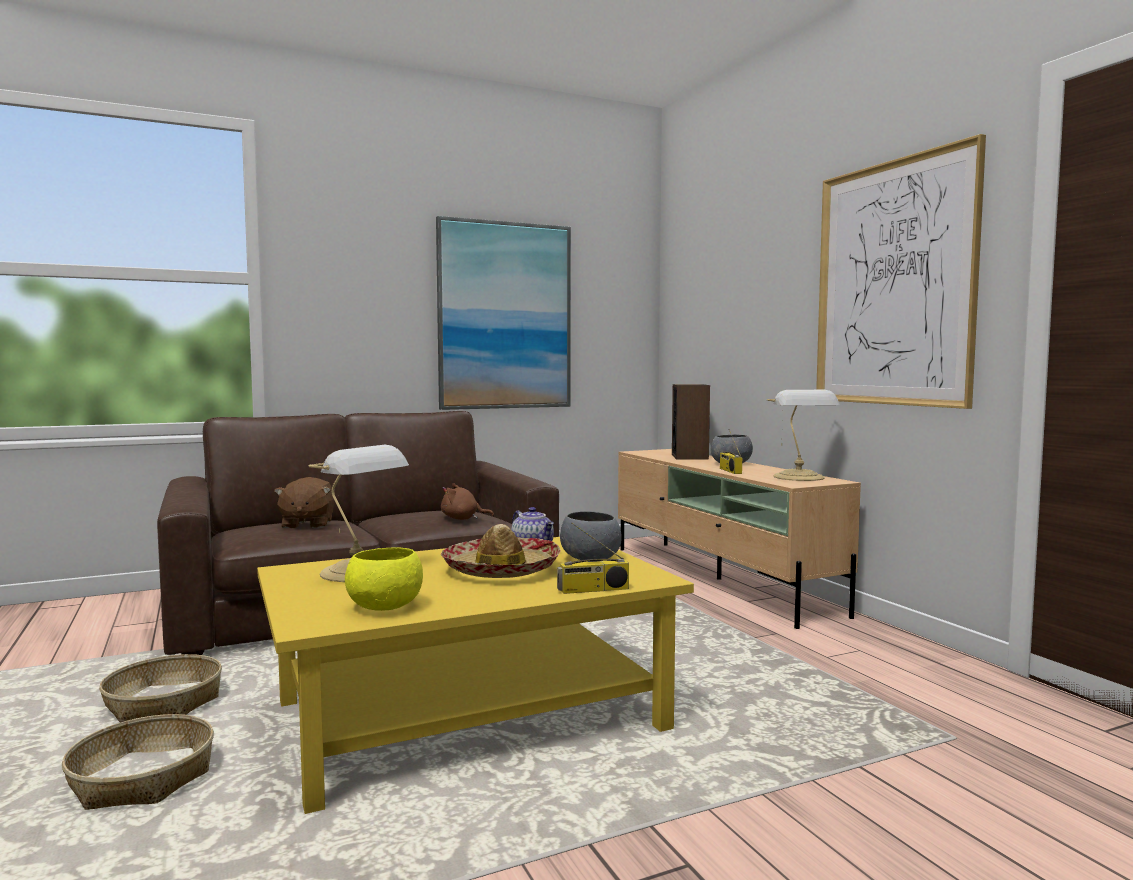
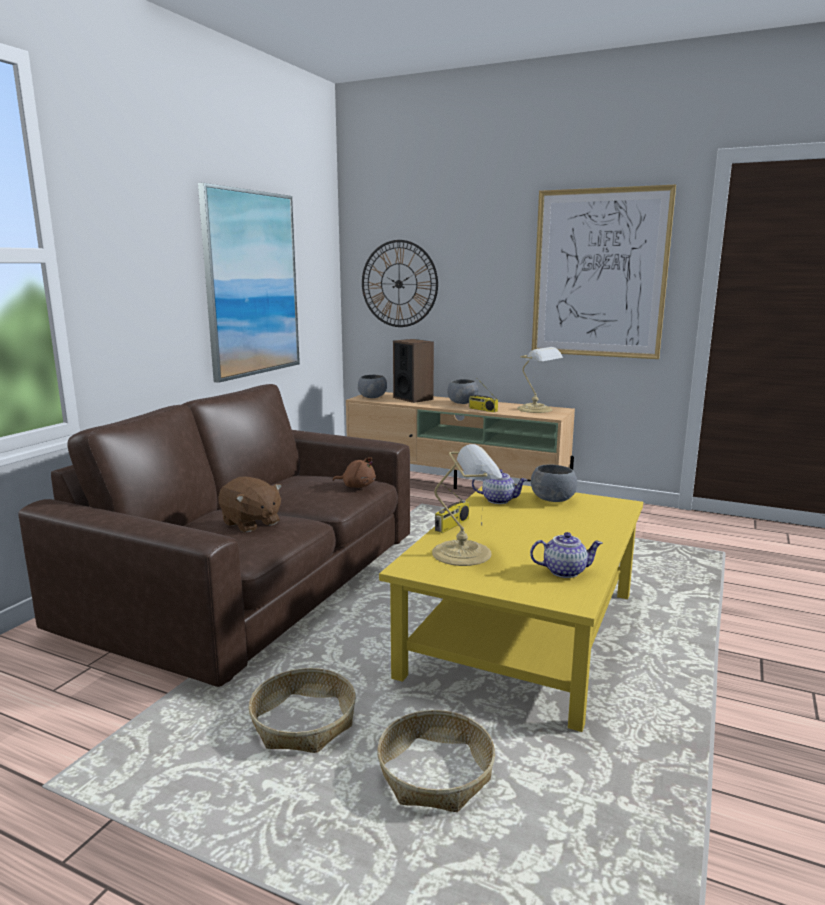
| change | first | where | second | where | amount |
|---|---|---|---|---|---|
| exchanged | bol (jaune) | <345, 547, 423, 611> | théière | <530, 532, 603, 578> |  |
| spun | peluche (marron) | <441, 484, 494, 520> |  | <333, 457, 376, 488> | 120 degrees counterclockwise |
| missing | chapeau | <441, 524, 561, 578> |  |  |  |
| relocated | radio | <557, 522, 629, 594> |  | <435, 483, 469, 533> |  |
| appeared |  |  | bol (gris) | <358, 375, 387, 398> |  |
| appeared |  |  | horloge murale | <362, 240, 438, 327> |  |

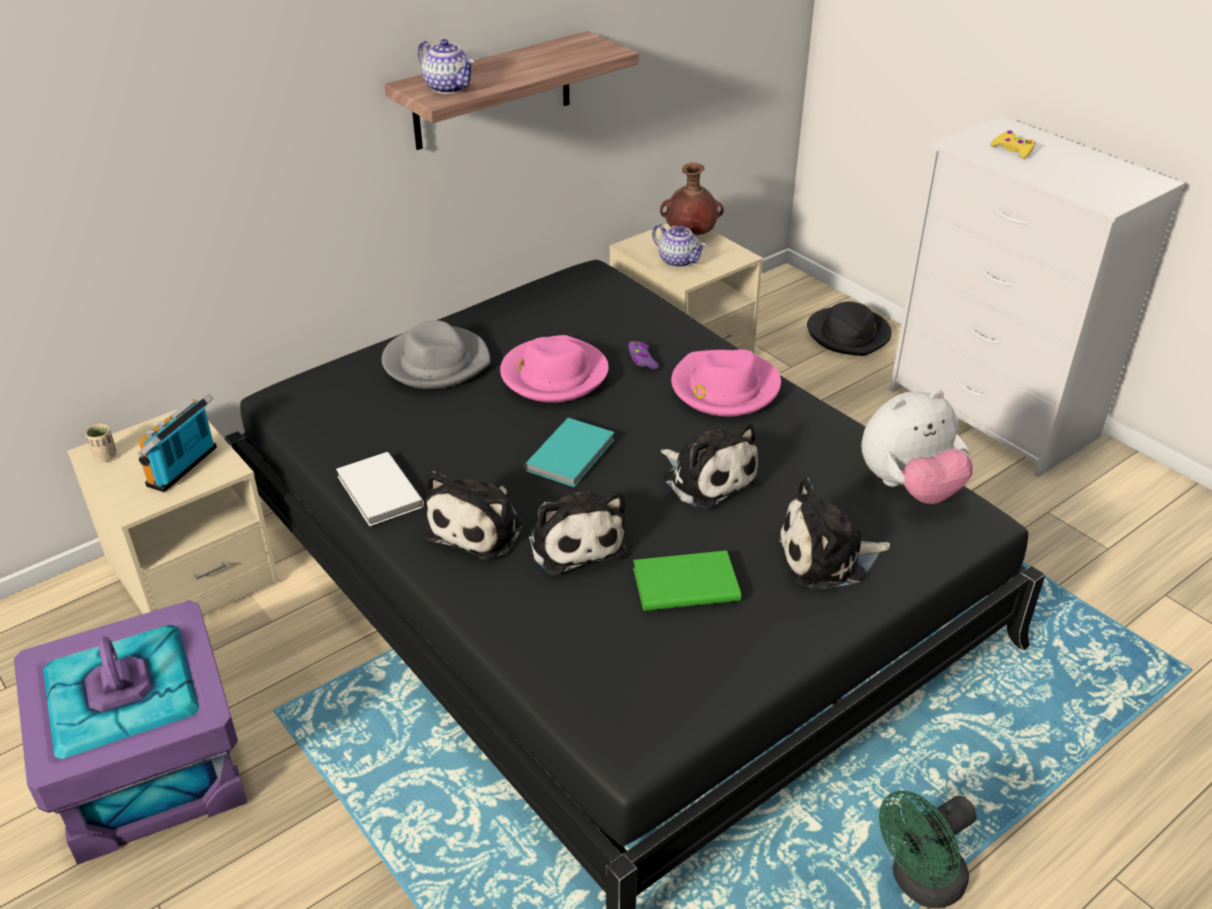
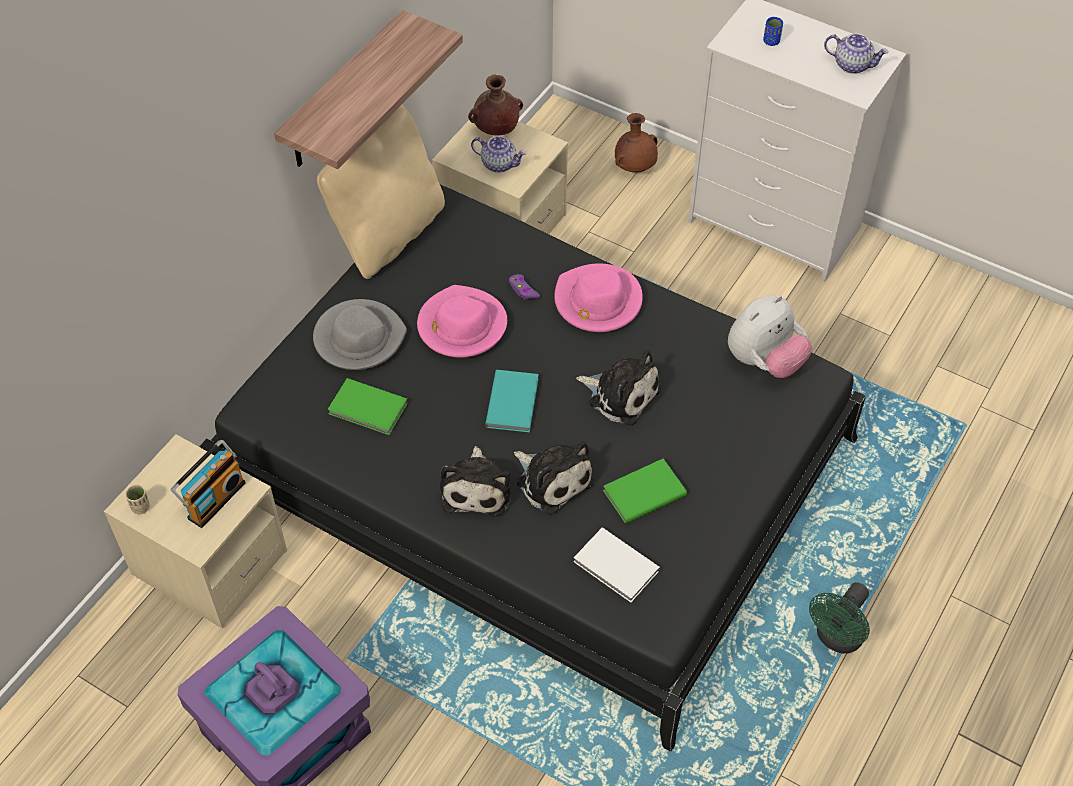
| change | first | where | second | where | amount |
|---|---|---|---|---|---|
| spun | radio | <138, 394, 217, 492> |  | <171, 440, 246, 528> | 150 degrees counterclockwise |
| relocated | livre (blanc) | <336, 452, 424, 526> |  | <574, 527, 660, 603> |  |
| relocated | théière | <418, 39, 474, 94> |  | <824, 33, 889, 74> |  |
| missing | peluche | <776, 478, 890, 590> |  |  |  |
| exchanged | chapeau (noir) | <807, 301, 892, 356> | vase (marron) | <615, 113, 658, 173> |  |
| exchanged | manette (jaune) | <991, 130, 1036, 159> | tasse (bleu) | <763, 17, 783, 46> |  |
| appeared |  |  | coussin (beige) | <317, 104, 445, 279> |  |
| appeared |  |  | livre (vert) | <327, 378, 408, 435> |  |

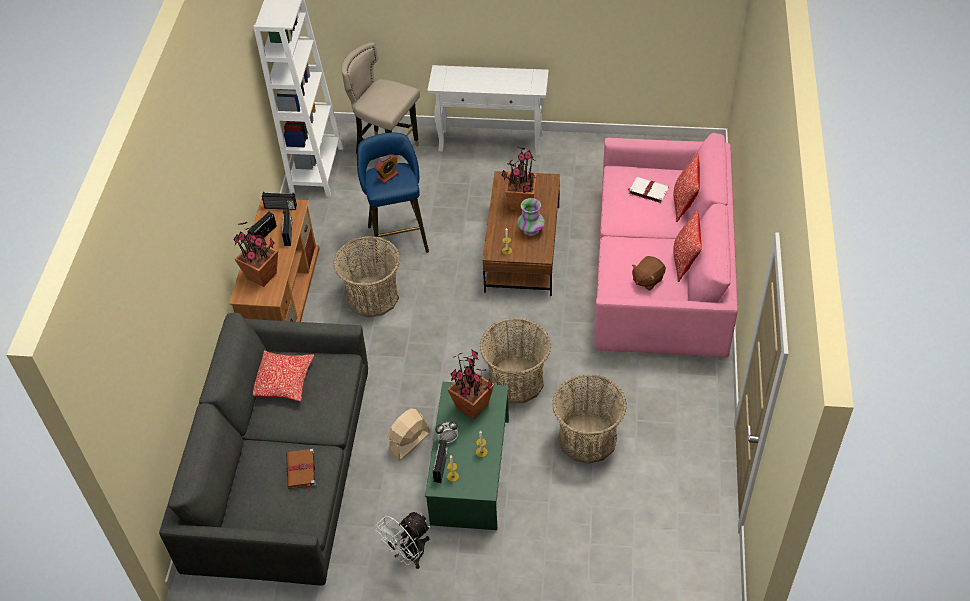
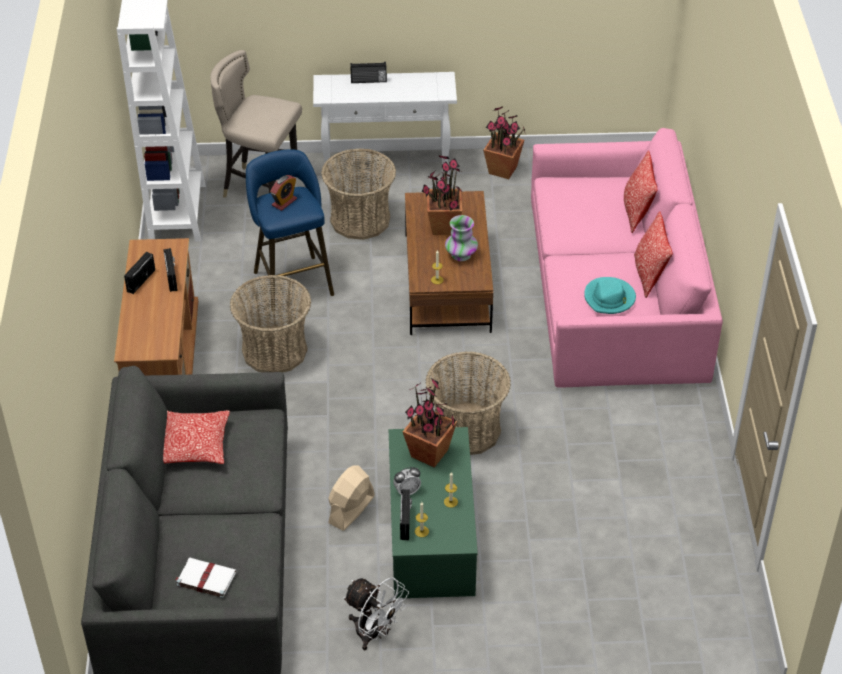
| change | first | where | second | where | amount |
|---|---|---|---|---|---|
| relocated | plante en pot | <233, 222, 278, 287> |  | <483, 106, 526, 179> |  |
| relocated | radio | <262, 192, 297, 210> |  | <350, 62, 387, 83> |  |
| missing | livre (marron) | <287, 448, 316, 489> |  |  |  |
| spun | ventilateur (blanc) | <376, 512, 430, 569> |  | <343, 578, 409, 650> | 90 degrees counterclockwise |
| relocated | panier | <552, 374, 627, 464> |  | <321, 148, 396, 240> |  |
| relocated | livre (blanc) | <628, 177, 669, 203> |  | <175, 557, 236, 598> |  |
| exchanged | peluche (marron) | <632, 256, 666, 291> | chapeau (turquoise) | <584, 277, 636, 314> |  |

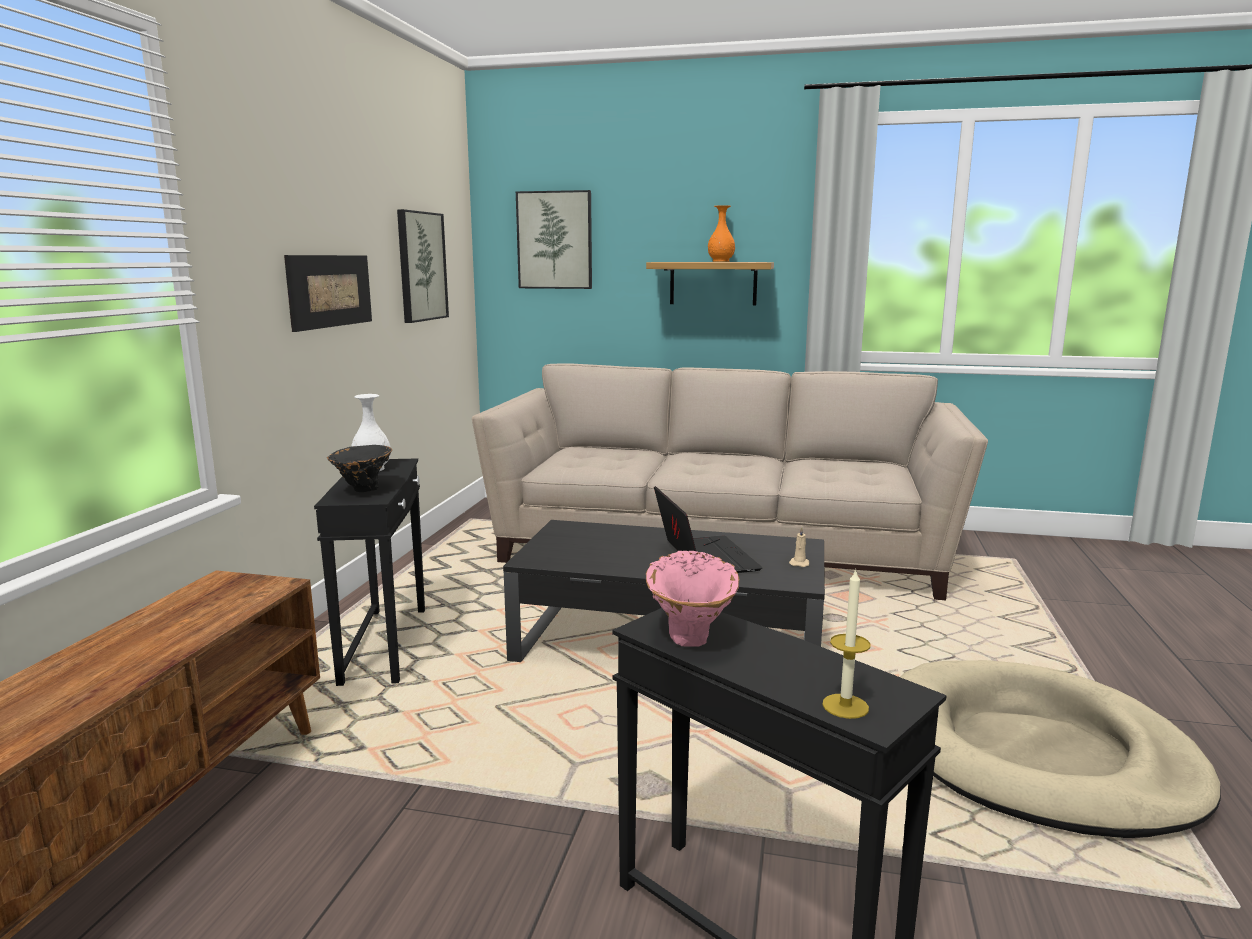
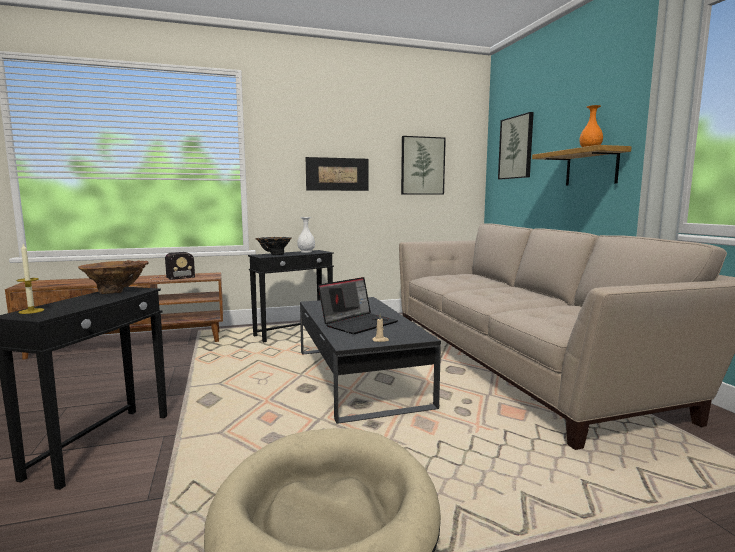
| change | first | where | second | where | amount |
|---|---|---|---|---|---|
| colour | vase (rose) | <646, 551, 740, 647> | vase (marron) | <78, 260, 149, 294> |  |
| appeared |  |  | radio | <150, 252, 195, 281> |  |

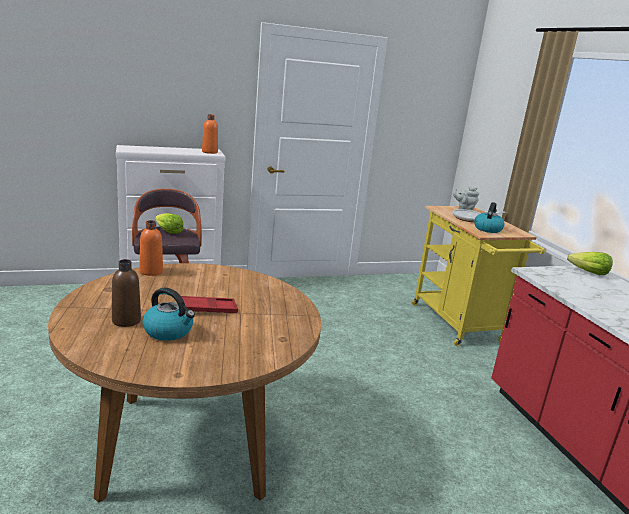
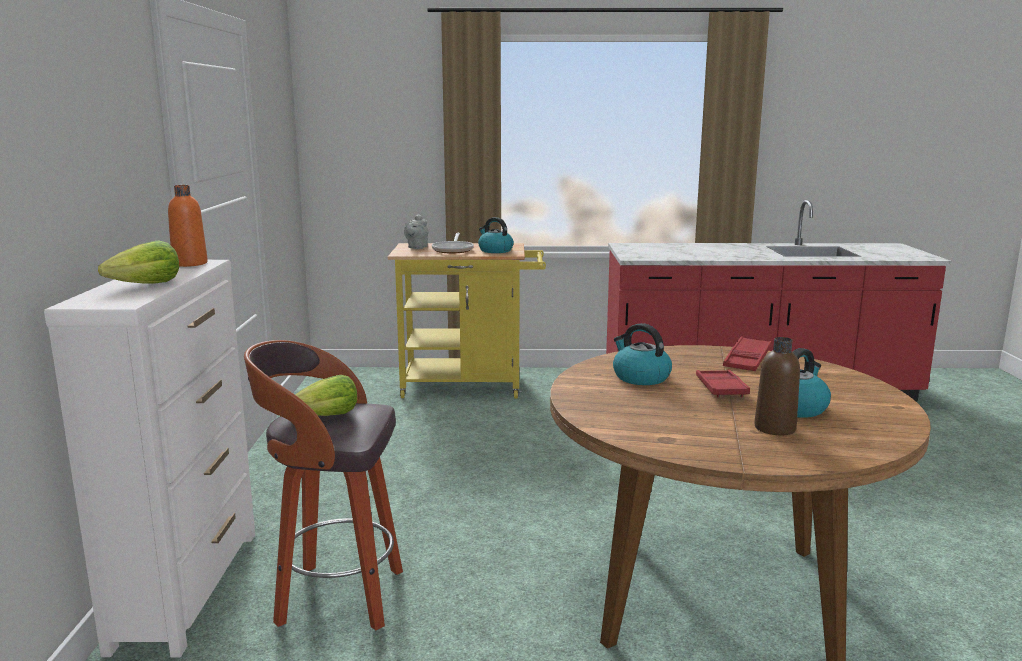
| change | first | where | second | where | amount |
|---|---|---|---|---|---|
| missing | bouteille (orange) | <139, 220, 163, 276> |  |  |  |
| relocated | laitue | <567, 252, 613, 275> |  | <98, 240, 179, 283> |  |
| appeared |  |  | bouilloire | <613, 323, 672, 385> |  |
| appeared |  |  | plateau (rouge) | <723, 337, 772, 371> |  |

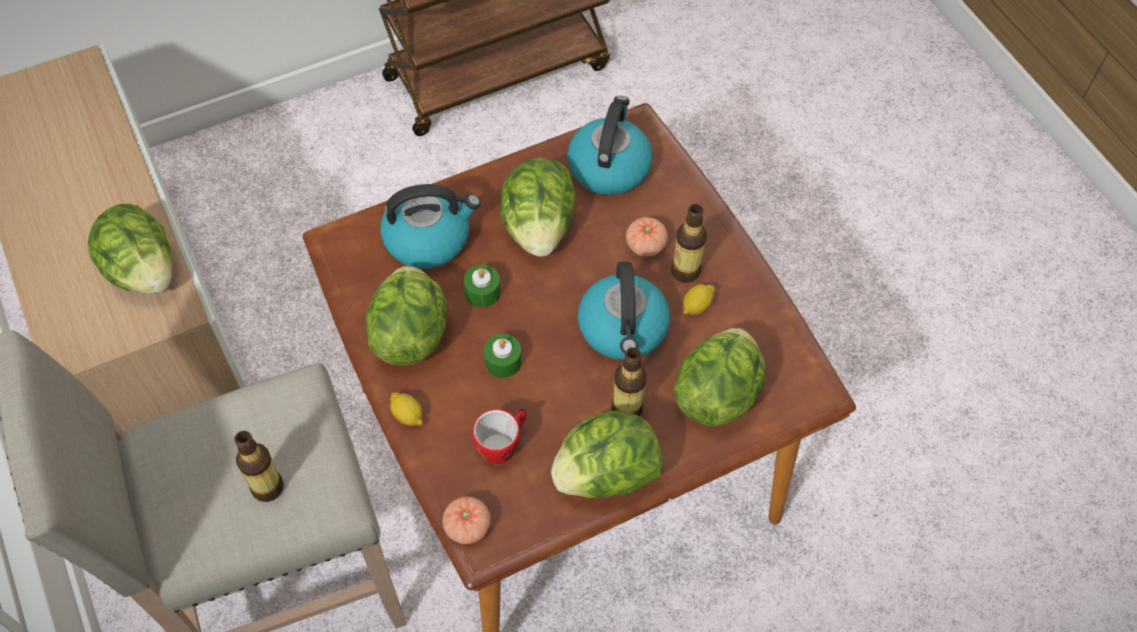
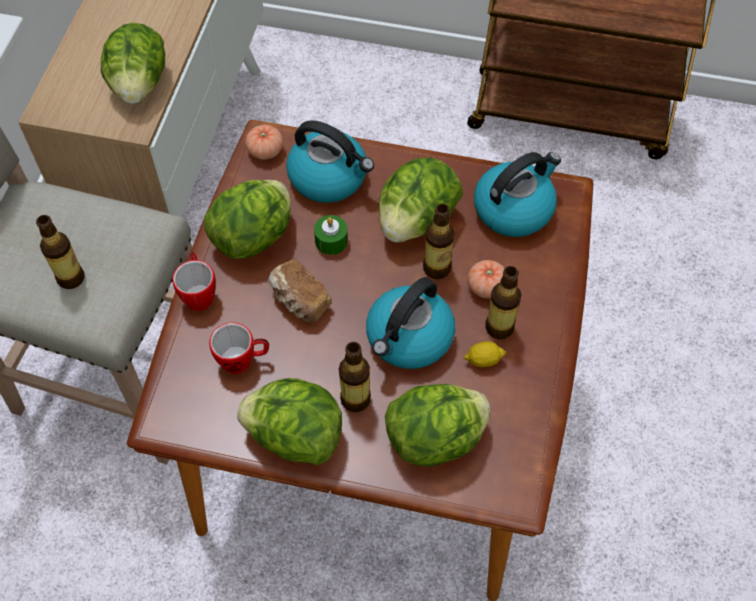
| change | first | where | second | where | amount |
|---|---|---|---|---|---|
| exchanged | citron | <390, 392, 423, 426> | mug | <172, 252, 216, 311> |  |
| relocated | tomate | <442, 497, 491, 544> |  | <245, 125, 283, 160> |  |
| exchanged | bougie (vert) | <484, 334, 522, 378> | pain | <268, 259, 332, 323> |  |
| appeared |  |  | bouteille | <423, 204, 455, 279> |  |

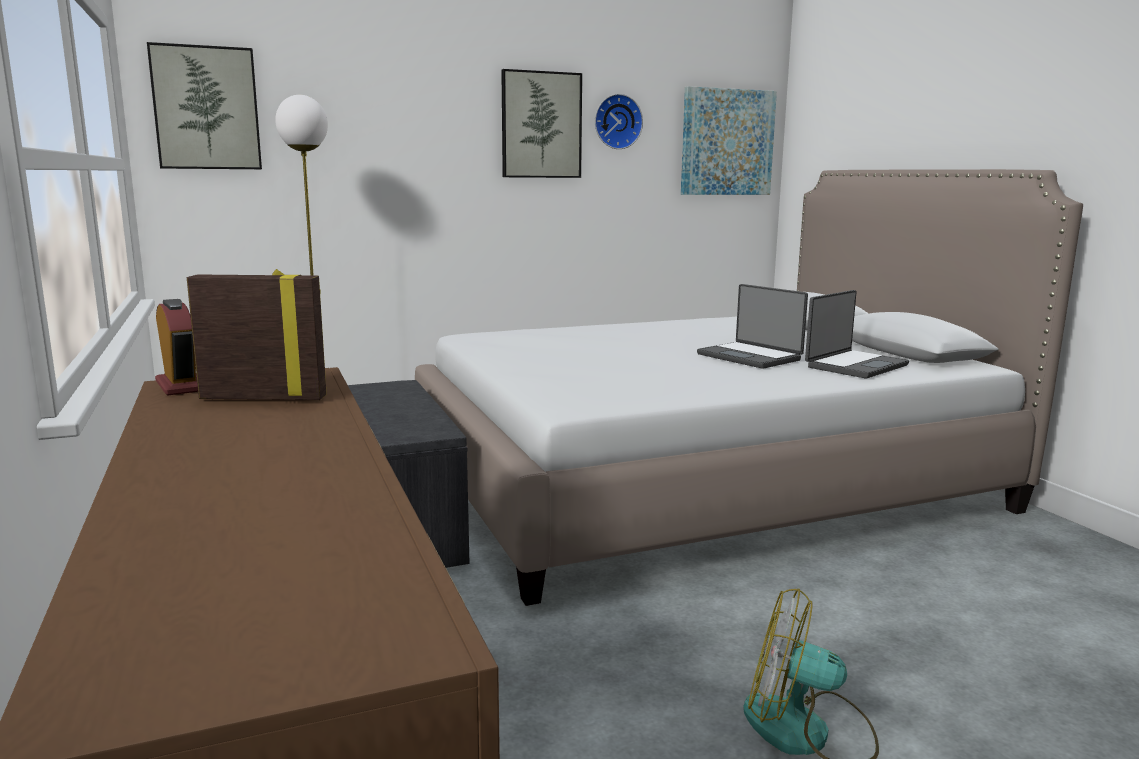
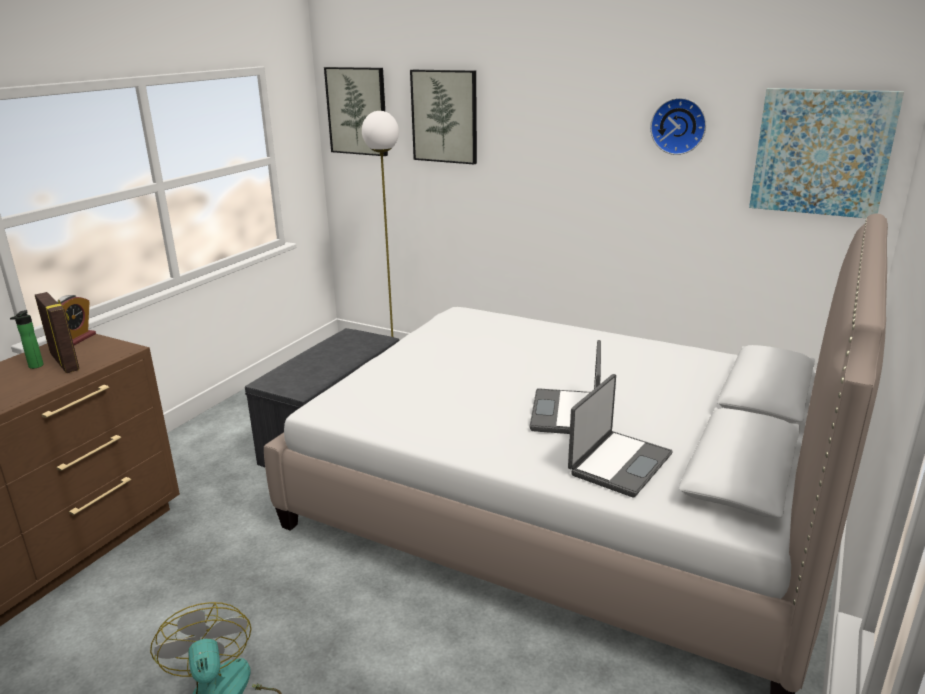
| change | first | where | second | where | amount |
|---|---|---|---|---|---|
| relocated | tableau | <501, 69, 582, 178> |  | <410, 70, 477, 164> |  |
| spun | ordinateur portable | <805, 290, 909, 378> |  | <568, 374, 672, 498> | 60 degrees counterclockwise |
| appeared |  |  | bouteille | <10, 310, 44, 369> |  |

